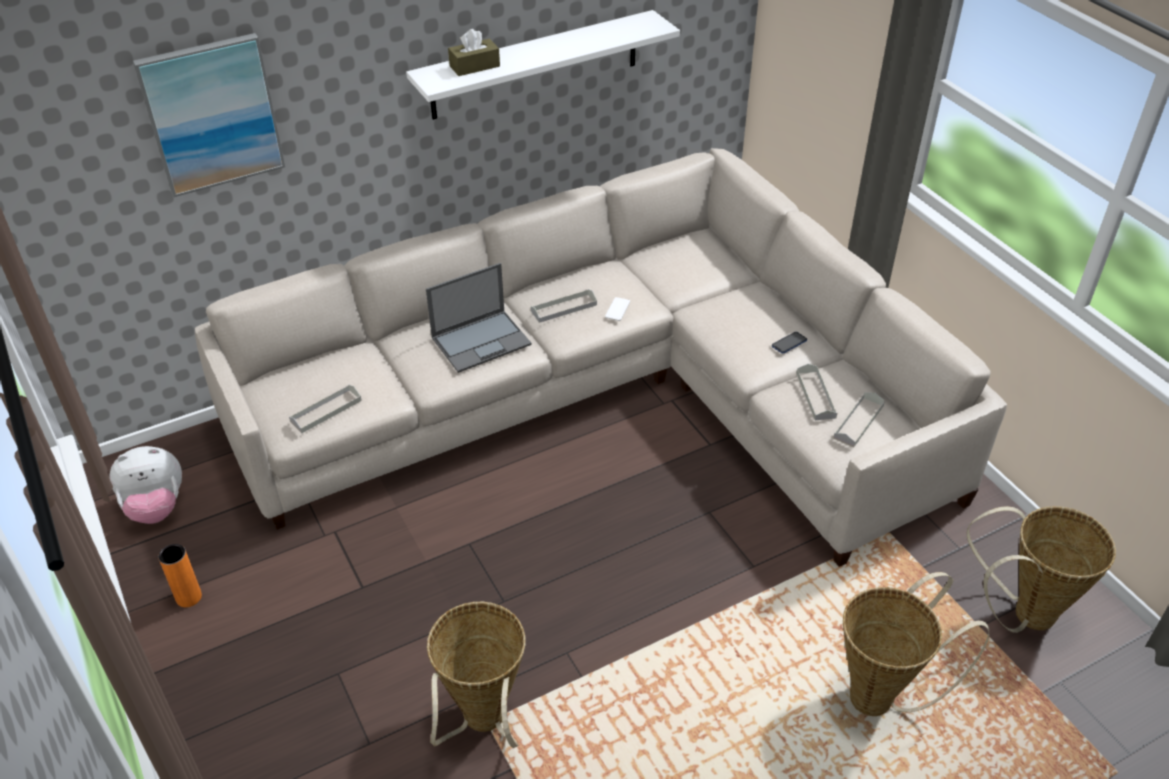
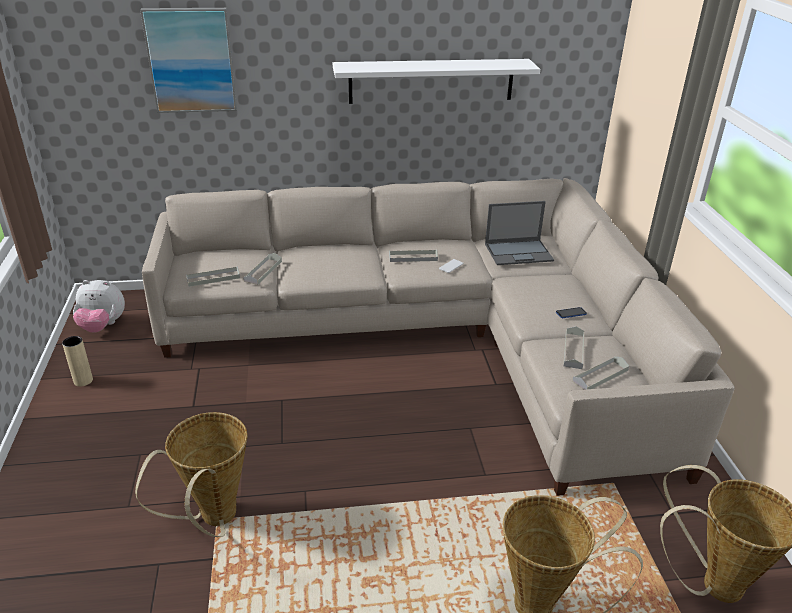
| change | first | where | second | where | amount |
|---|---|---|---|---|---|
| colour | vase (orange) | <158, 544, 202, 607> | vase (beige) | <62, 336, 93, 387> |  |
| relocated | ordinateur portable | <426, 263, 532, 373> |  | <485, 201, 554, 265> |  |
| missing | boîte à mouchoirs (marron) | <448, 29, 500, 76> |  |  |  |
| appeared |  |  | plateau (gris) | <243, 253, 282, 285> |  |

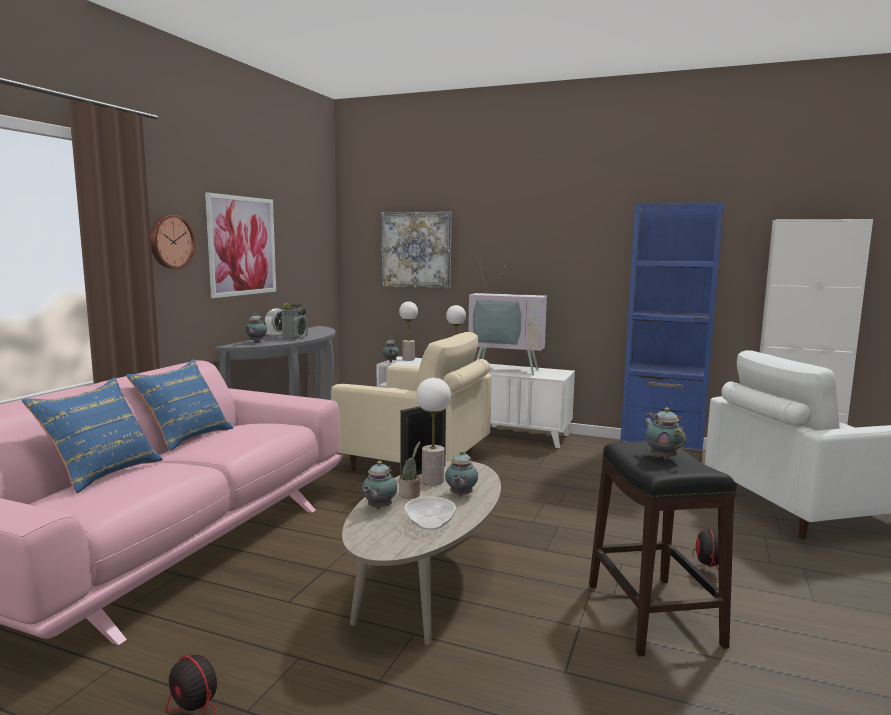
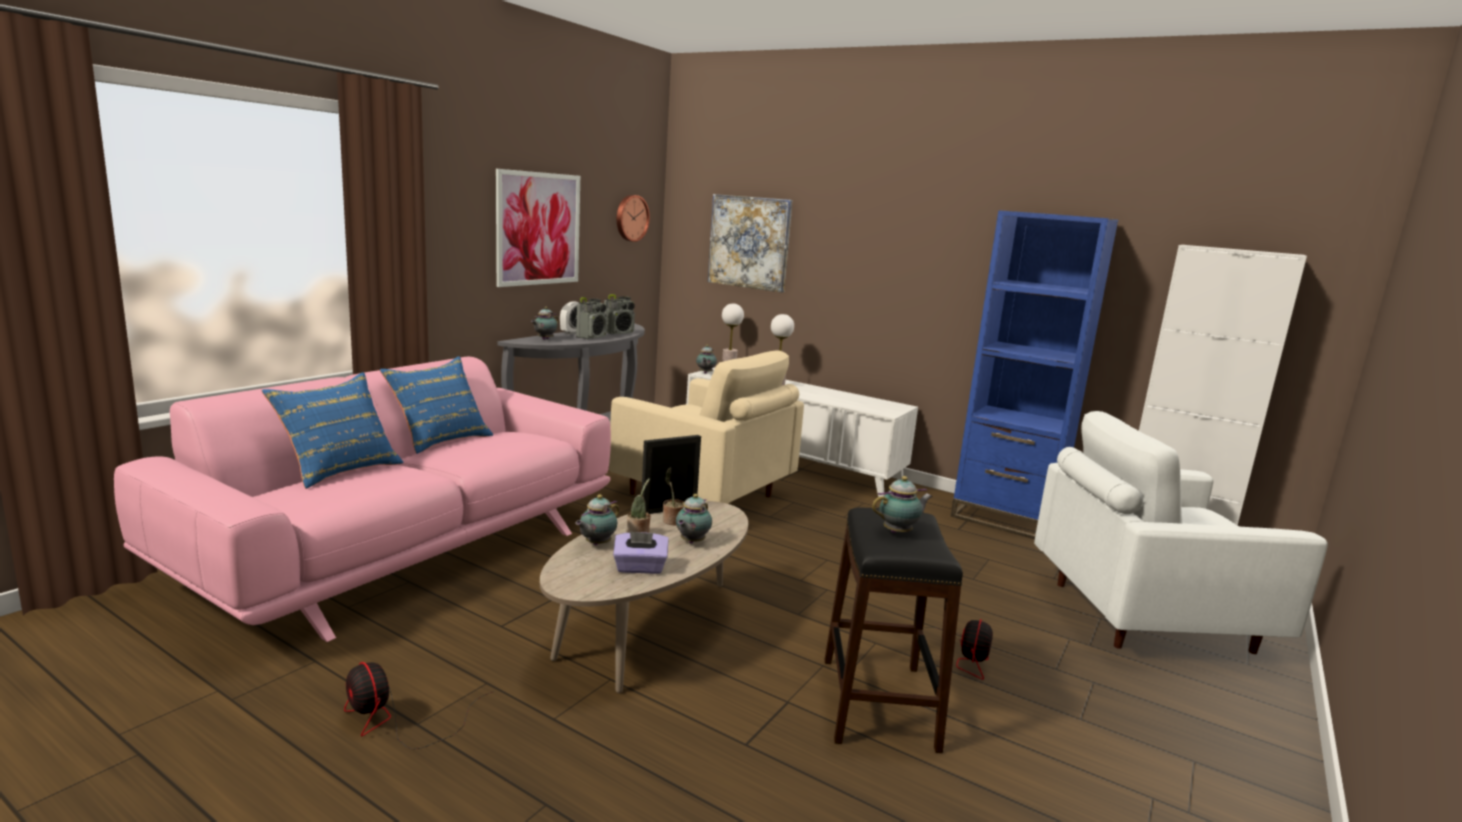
| change | first | where | second | where | amount |
|---|---|---|---|---|---|
| relocated | horloge murale | <150, 215, 195, 269> |  | <617, 195, 650, 242> |  |
| exchanged | bol | <405, 497, 456, 530> | boîte à mouchoirs (violet) | <613, 531, 669, 574> |  |
| exchanged | lampe de table | <416, 378, 451, 485> | plante en pot | <663, 468, 684, 525> |  |
| missing | téléviseur | <468, 263, 547, 376> |  |  |  |
| spun | théière | <644, 407, 686, 460> |  | <872, 476, 933, 533> | 75 degrees clockwise |
| appeared |  |  | radio | <604, 294, 635, 335> |  |

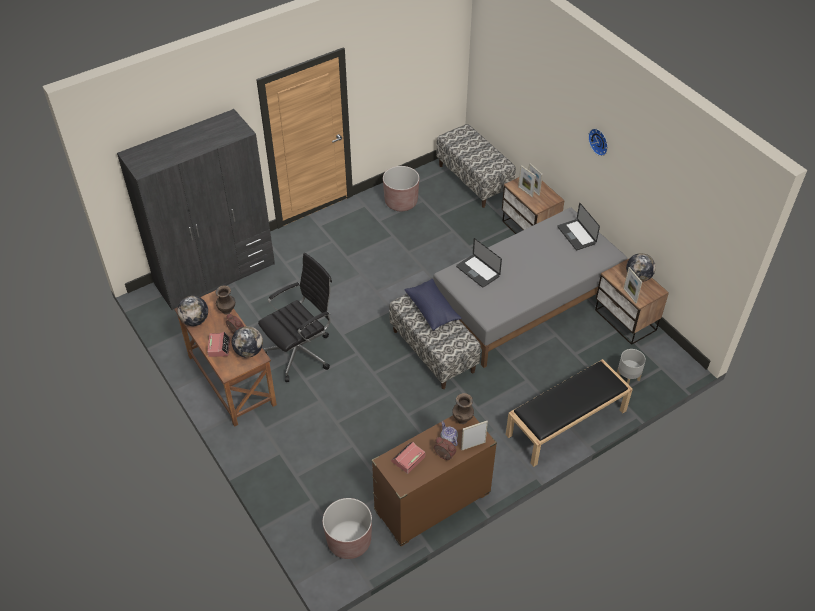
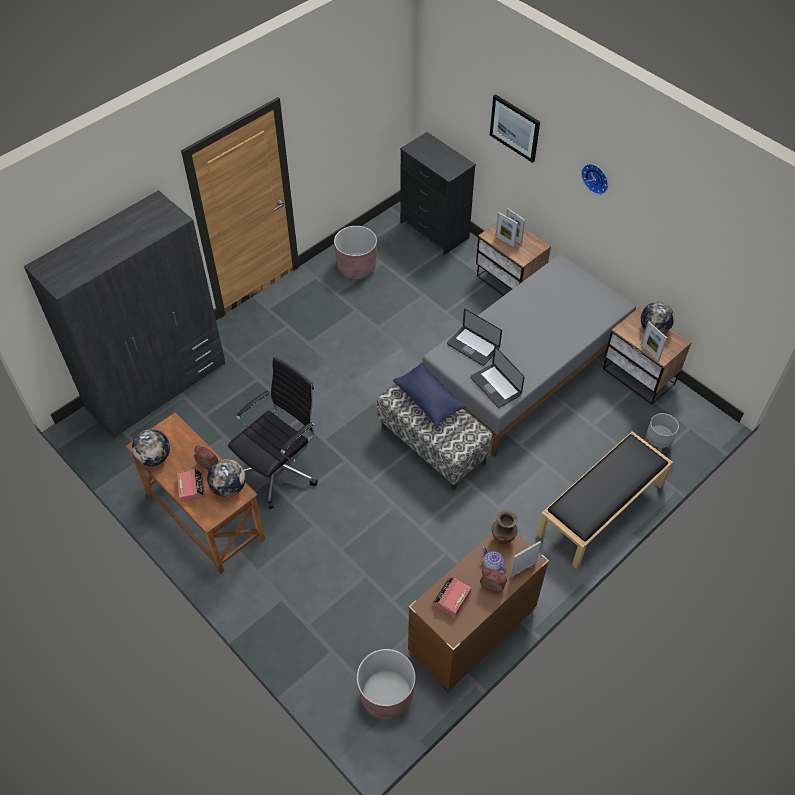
| change | first | where | second | where | amount |
|---|---|---|---|---|---|
| missing | vase (marron) | <216, 286, 235, 314> |  |  |  |
| exchanged | banc | <436, 124, 516, 208> | commode (noir) | <400, 132, 476, 255> |  |
| relocated | ordinateur portable | <557, 203, 600, 250> |  | <471, 346, 525, 408> |  |
| appeared |  |  | tableau | <490, 94, 540, 163> |  |

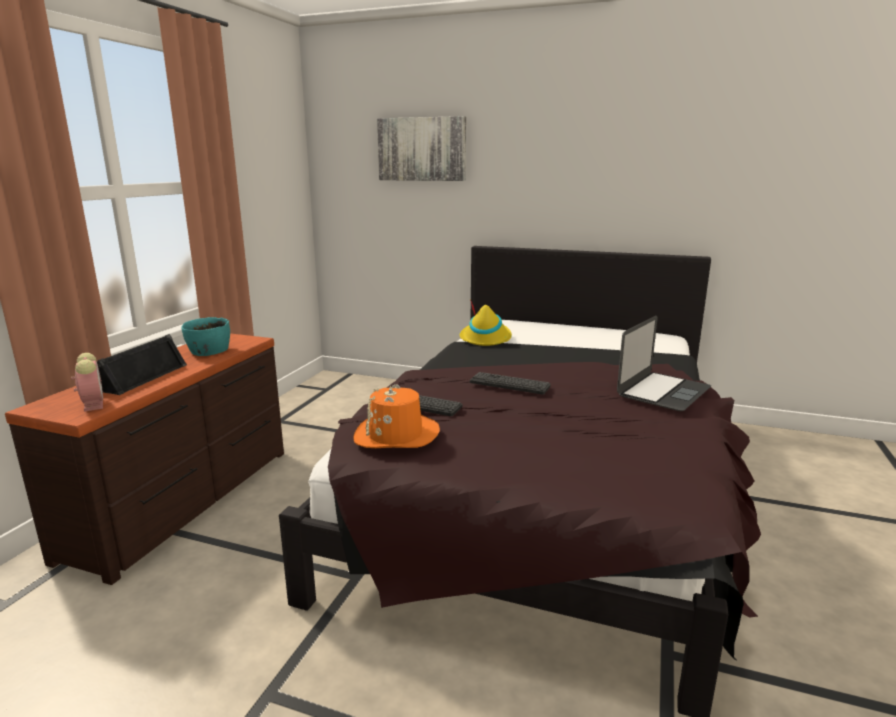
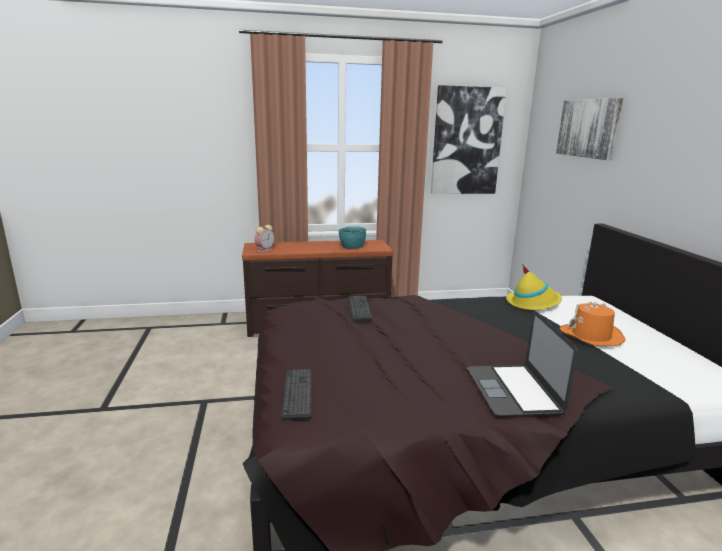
| change | first | where | second | where | amount |
|---|---|---|---|---|---|
| missing | enceinte (noir) | <97, 334, 187, 395> |  |  |  |
| relocated | chapeau (orange) | <353, 384, 440, 448> |  | <560, 301, 626, 346> |  |
| relocated | clavier | <470, 372, 551, 395> |  | <281, 369, 312, 421> |  |
| spun | ordinateur portable | <617, 316, 711, 411> |  | <467, 310, 577, 416> | 75 degrees clockwise |
| appeared |  |  | tableau | <431, 85, 507, 194> |  |

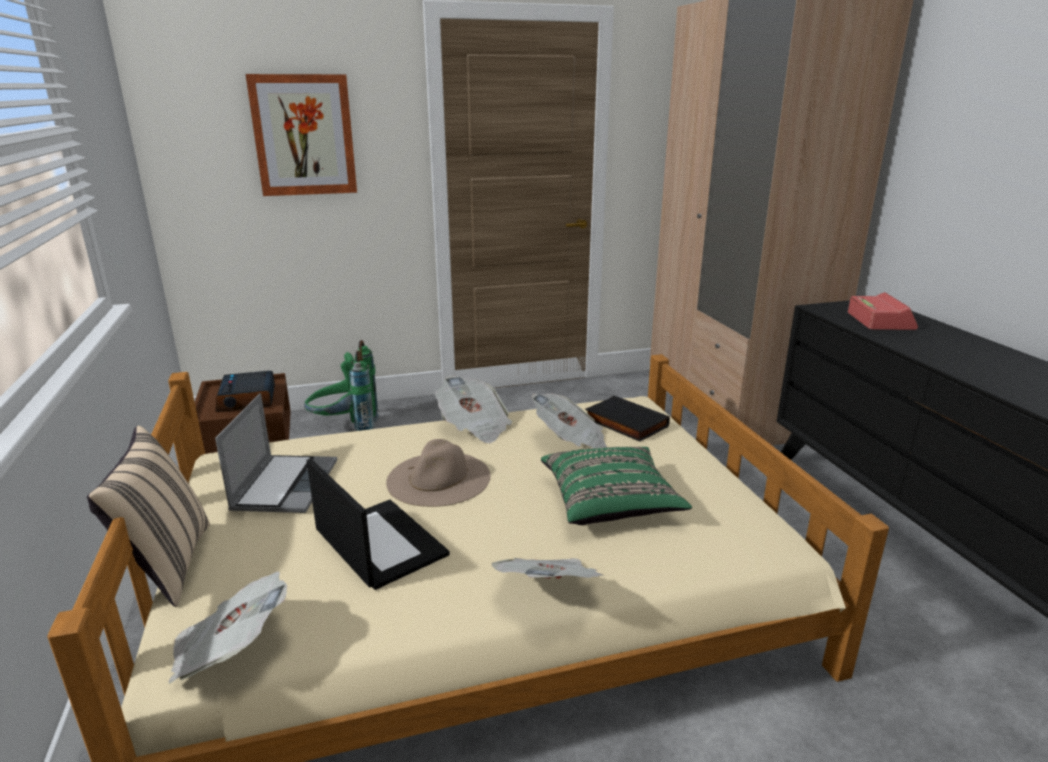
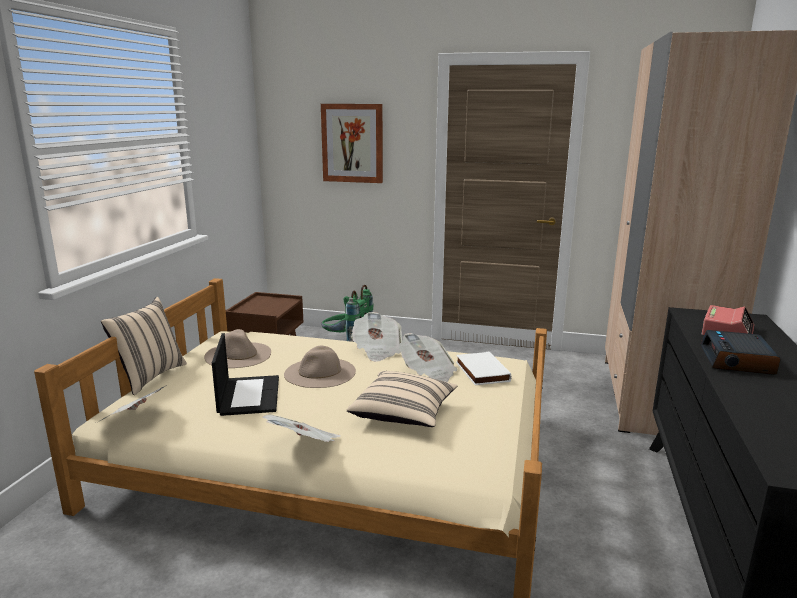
| change | first | where | second | where | amount |
|---|---|---|---|---|---|
| exchanged | ordinateur portable | <215, 393, 337, 513> | chapeau (beige) | <204, 329, 271, 368> |  |
| relocated | réveil | <216, 371, 275, 412> |  | <700, 330, 781, 375> |  |
| colour | coussin (vert) | <541, 447, 692, 525> | coussin (beige) | <347, 371, 458, 427> |  |
| colour | livre (noir) | <585, 396, 670, 441> | livre (blanc) | <456, 351, 512, 385> |  |

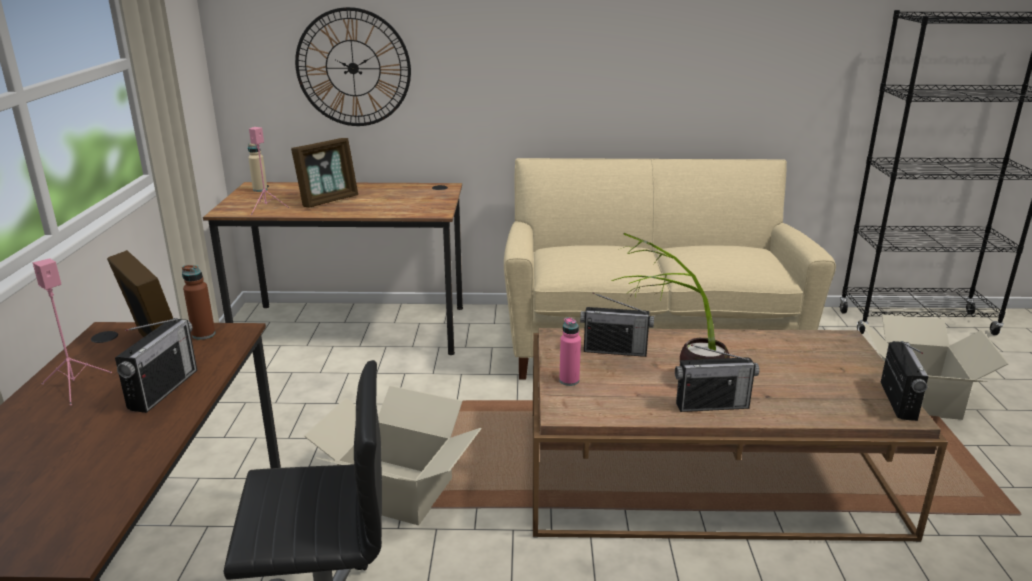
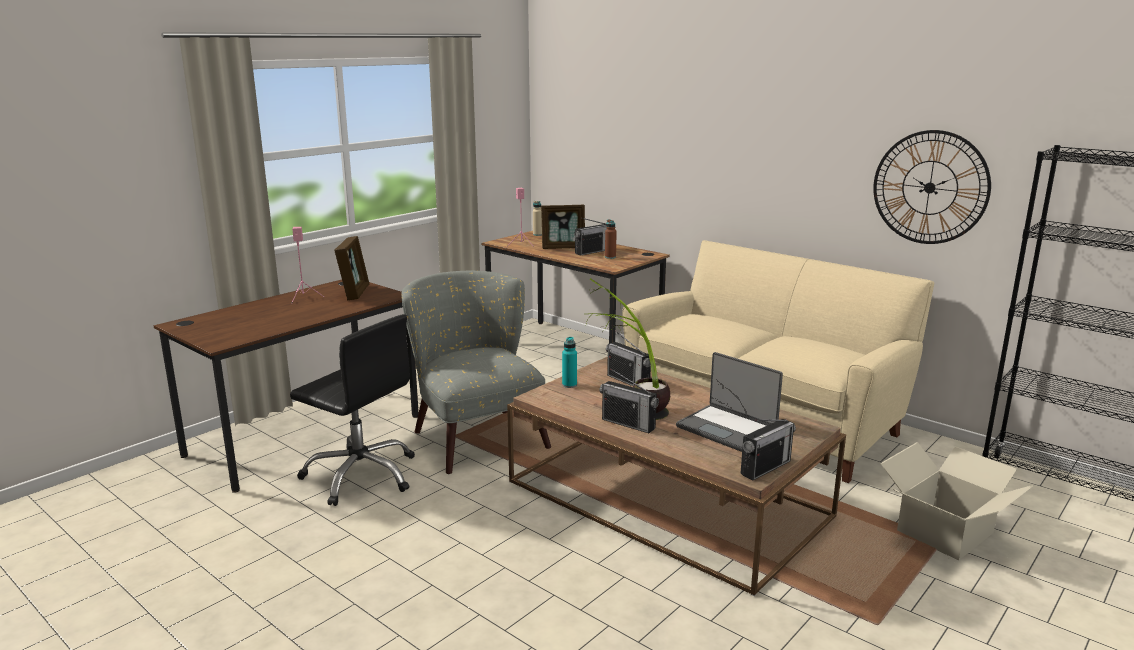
| change | first | where | second | where | amount |
|---|---|---|---|---|---|
| relocated | radio | <115, 318, 197, 413> |  | <574, 218, 607, 256> |  |
| relocated | bouteille (marron) | <182, 265, 215, 340> |  | <605, 219, 617, 259> |  |
| relocated | horloge murale | <295, 7, 411, 126> |  | <873, 130, 991, 244> |  |
| exchanged | carton | <304, 385, 482, 526> | fauteuil (gris) | <401, 271, 551, 474> |  |
| colour | bouteille (rose) | <559, 317, 581, 386> | bouteille (turquoise) | <562, 337, 577, 388> |  |
| appeared |  |  | ordinateur portable | <676, 352, 783, 452> |  |

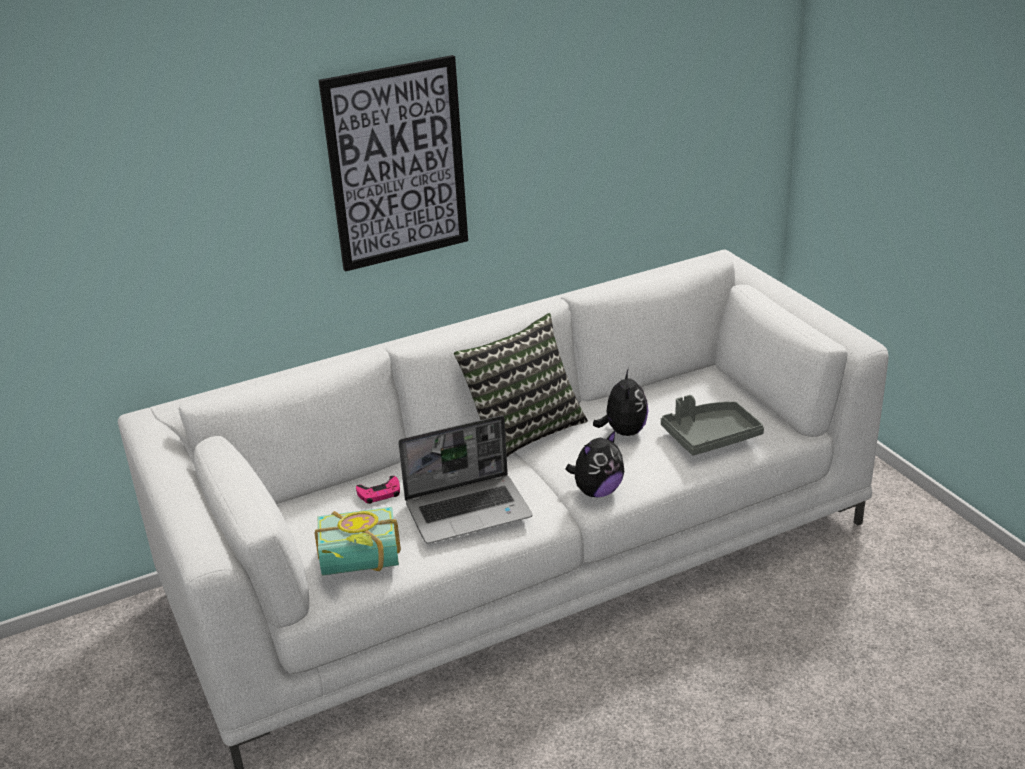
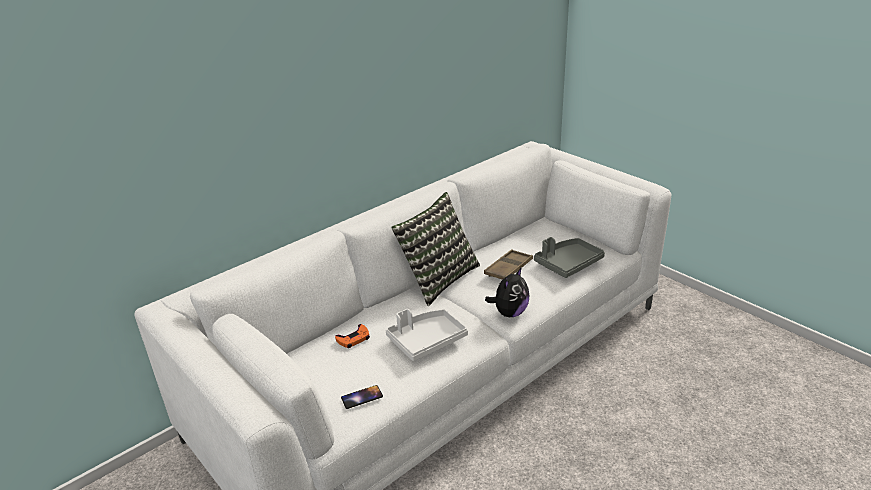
| change | first | where | second | where | amount |
|---|---|---|---|---|---|
| exchanged | livre | <315, 507, 401, 576> | téléphone | <341, 385, 383, 409> |  |
| missing | tableau | <319, 55, 468, 272> |  |  |  |
| colour | manette (rose) | <356, 476, 400, 504> | manette (orange) | <335, 324, 370, 348> |  |
| exchanged | ordinateur portable | <398, 415, 533, 544> | plateau (blanc) | <386, 309, 468, 361> |  |
| exchanged | peluche | <593, 368, 648, 436> | plateau (marron) | <484, 249, 533, 280> |  |

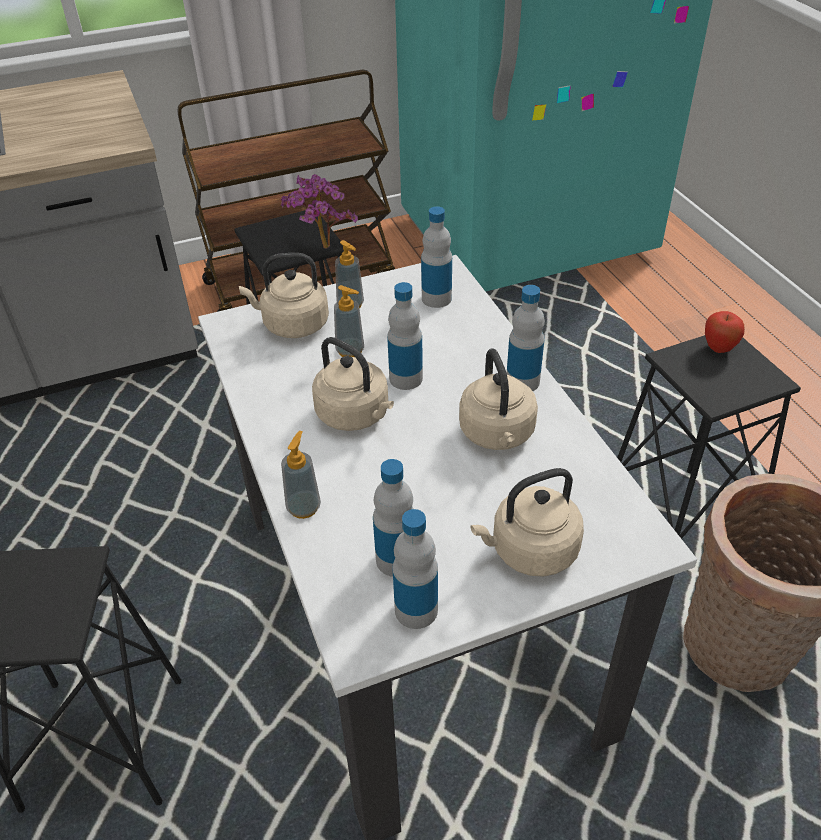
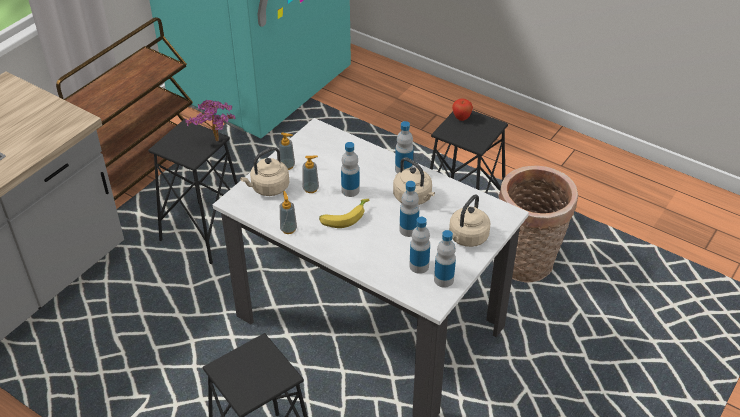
| change | first | where | second | where | amount |
|---|---|---|---|---|---|
| relocated | distributeur de savon | <281, 431, 321, 519> |  | <280, 191, 297, 234> |  |
| exchanged | bouilloire (beige) | <312, 337, 394, 431> | banane | <319, 199, 369, 228> |  |
| relocated | bouteille | <421, 206, 452, 308> |  | <399, 181, 419, 237> |  |

